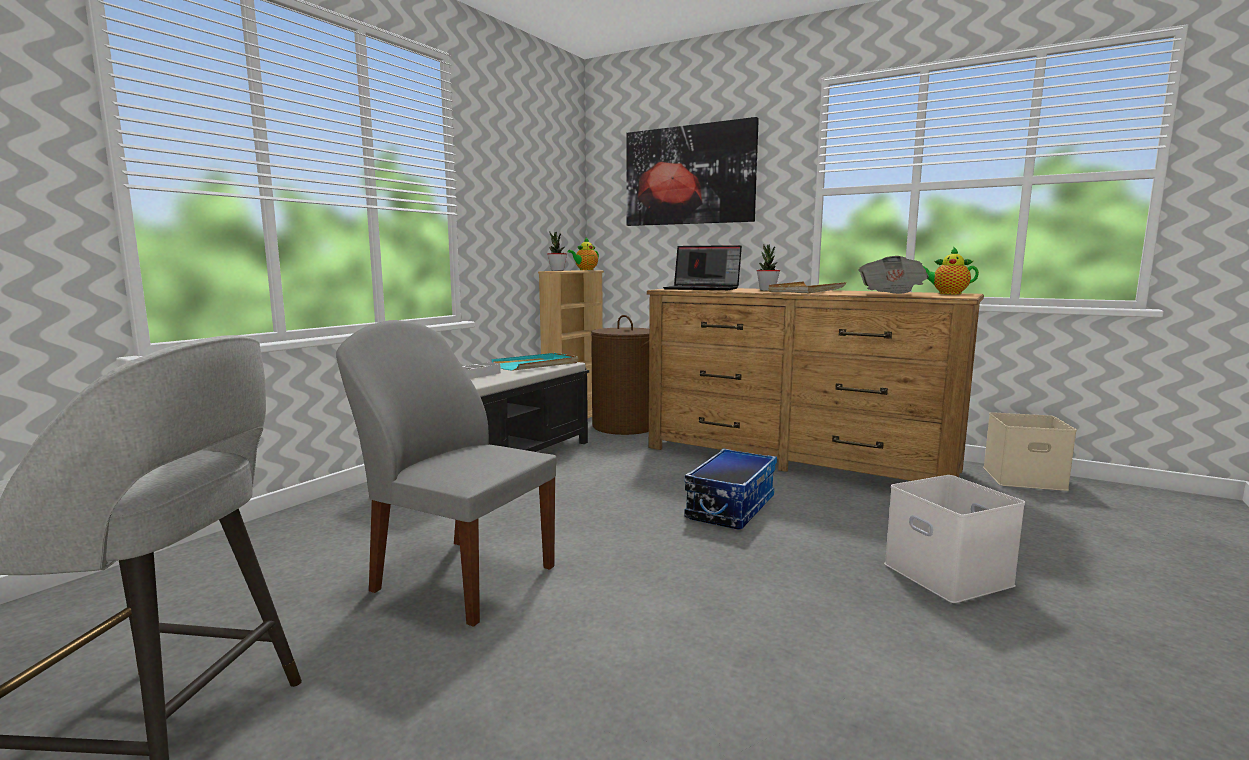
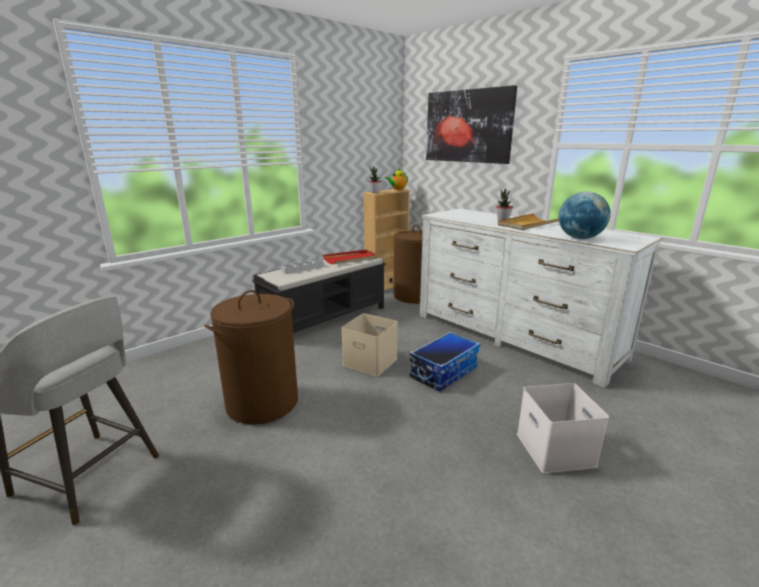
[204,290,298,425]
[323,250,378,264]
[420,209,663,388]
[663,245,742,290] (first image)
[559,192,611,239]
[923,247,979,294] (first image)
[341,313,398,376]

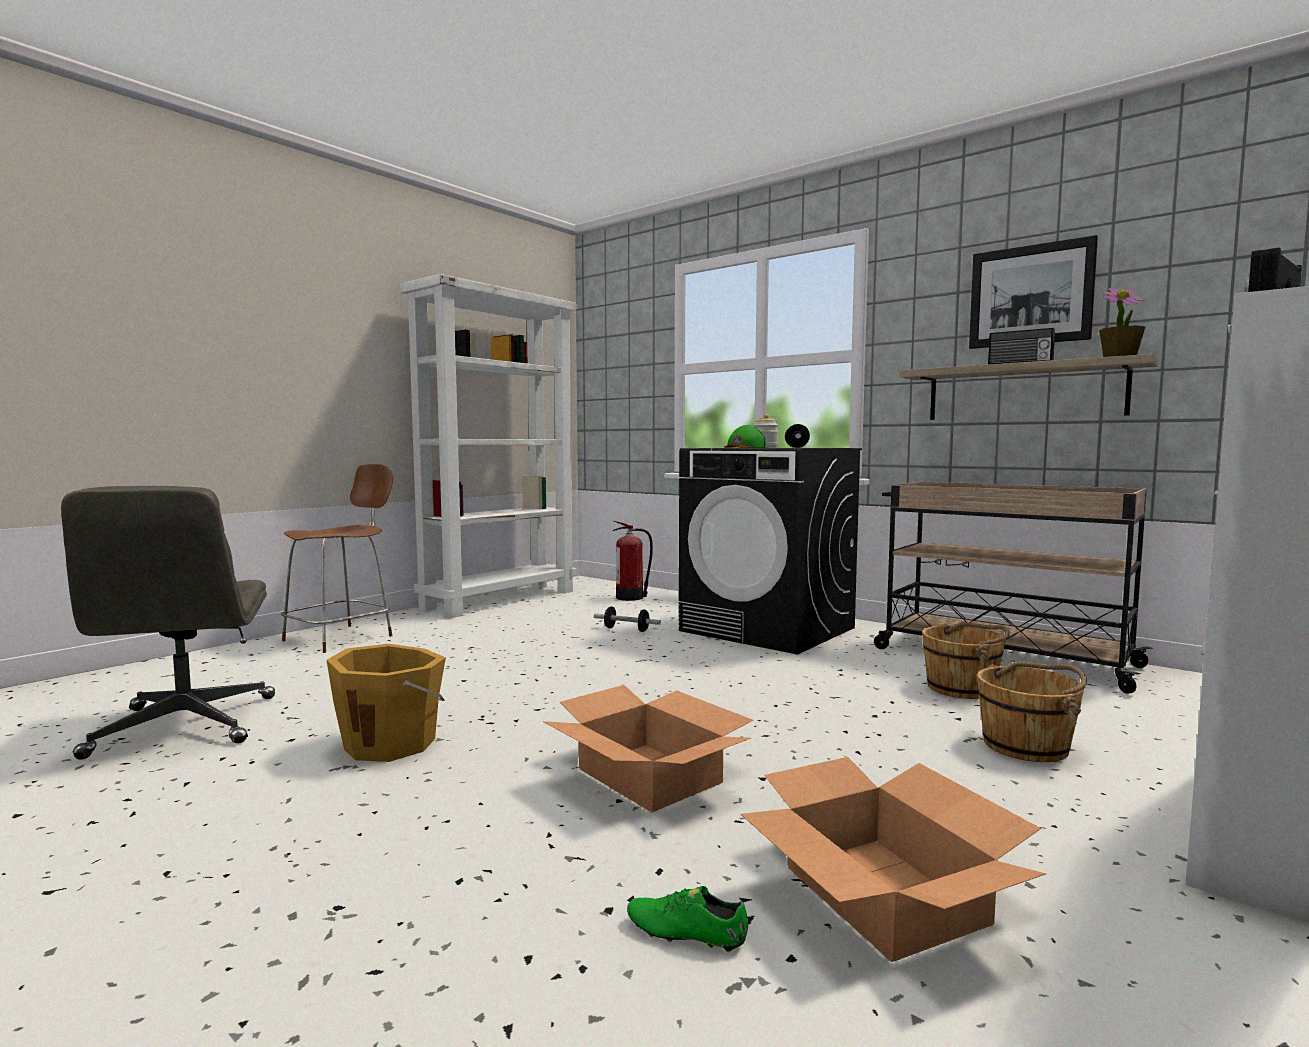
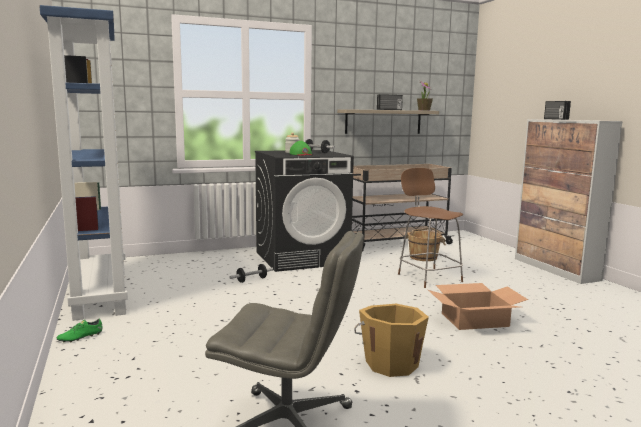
[398,168,463,288]
[39,5,128,321]
[612,521,653,601] (first image)
[57,319,103,343]
[741,757,1046,962] (first image)
[969,235,1098,349] (first image)
[977,662,1087,762] (first image)

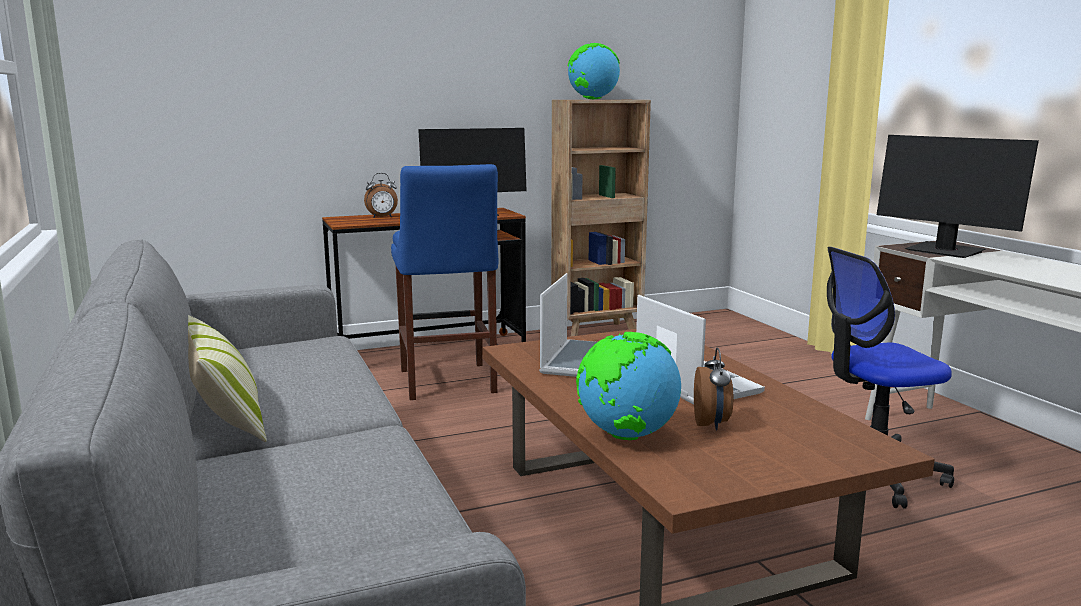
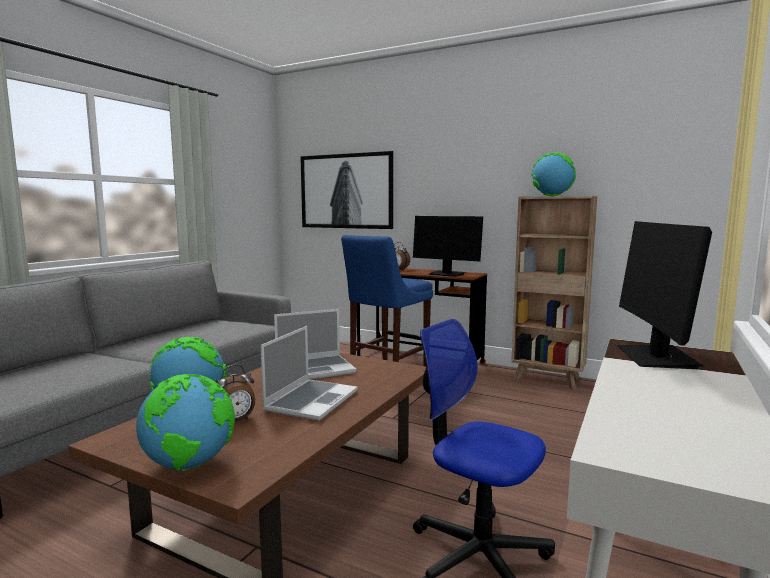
[188,315,267,442] (first image)
[136,374,235,471]
[300,151,393,229]

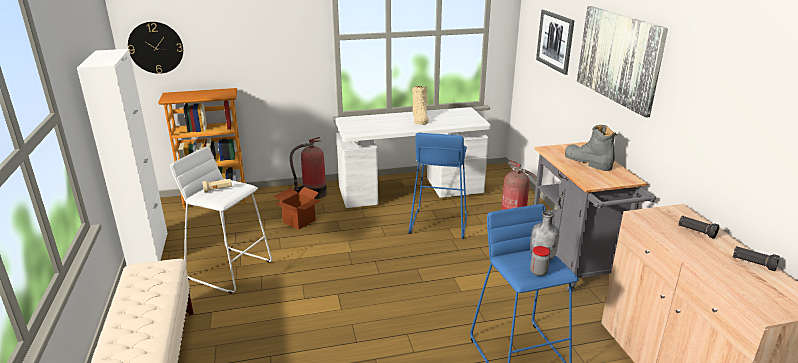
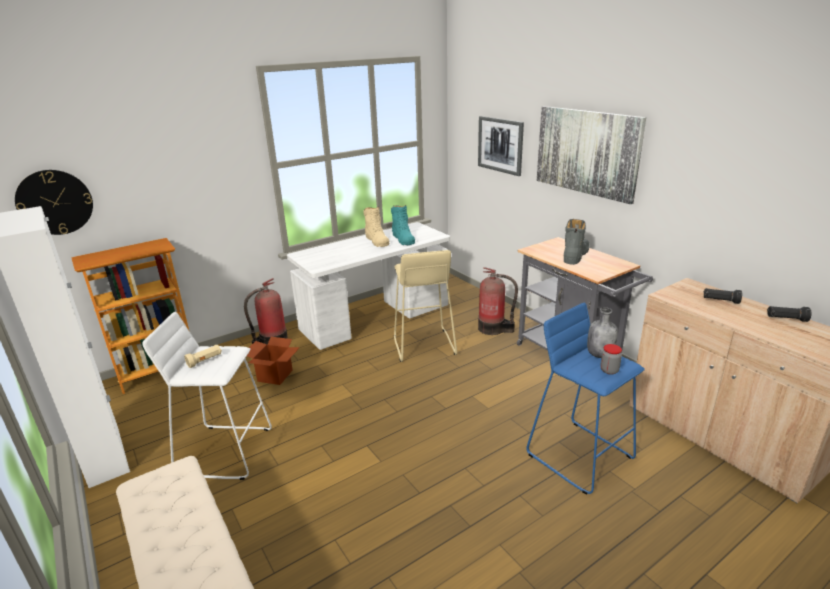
[394,250,457,362]
[564,219,590,265]
[391,205,415,245]

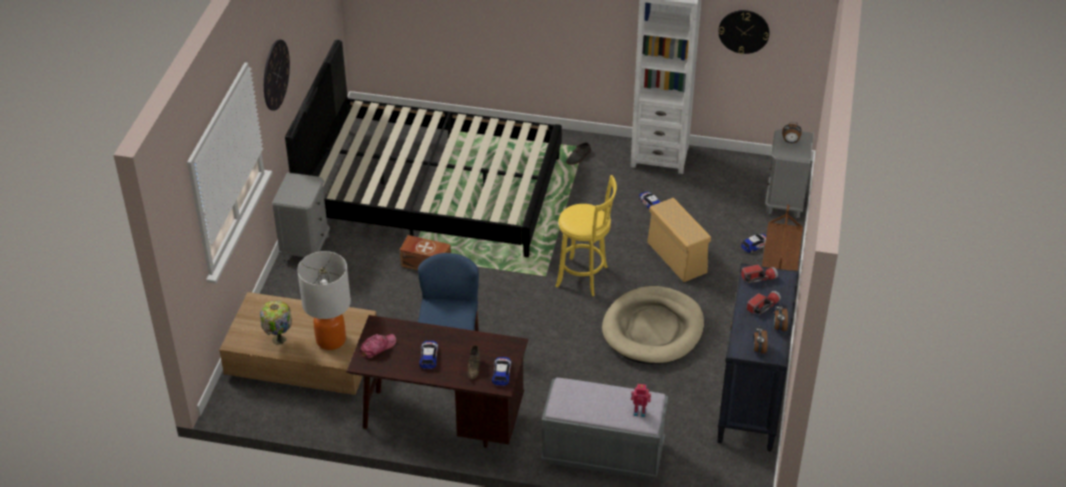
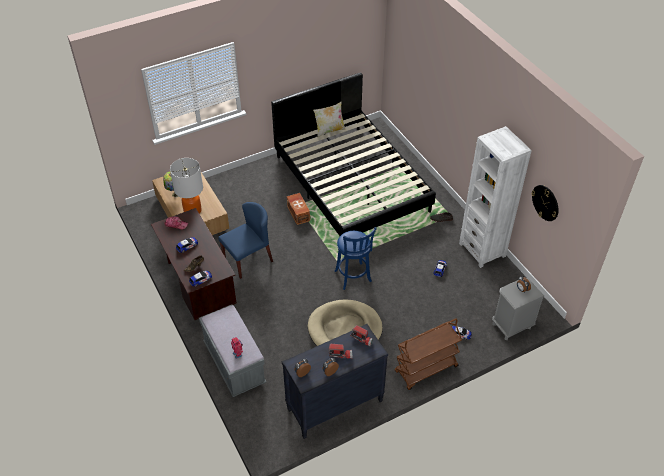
[264,40,290,111] (first image)
[272,172,330,261] (first image)
[334,227,377,290]
[647,198,711,282] (first image)
[313,101,346,137]

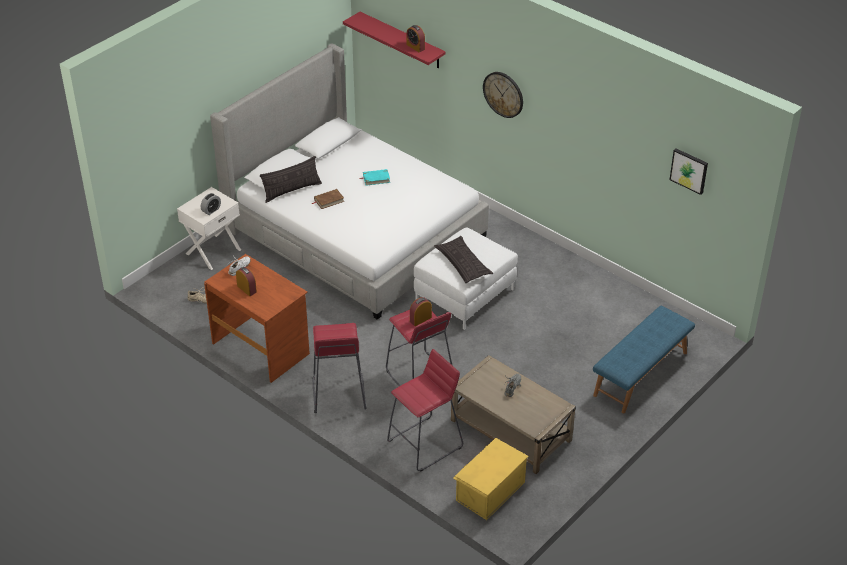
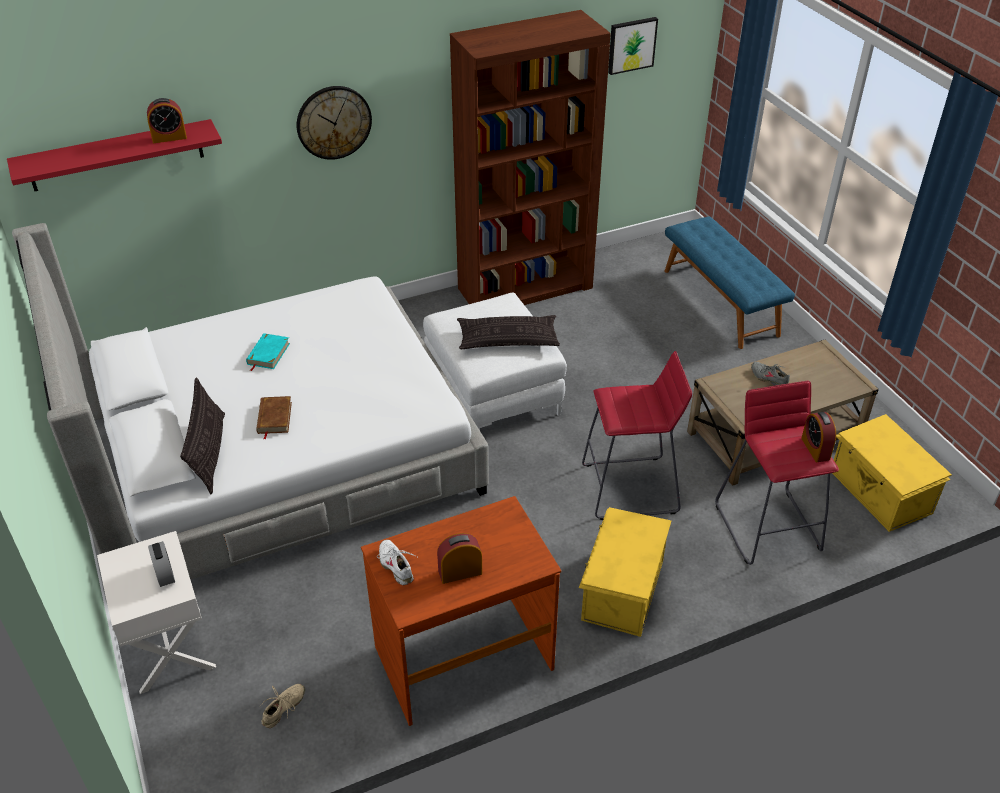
[579,507,671,637]
[801,412,836,462]
[450,10,611,305]

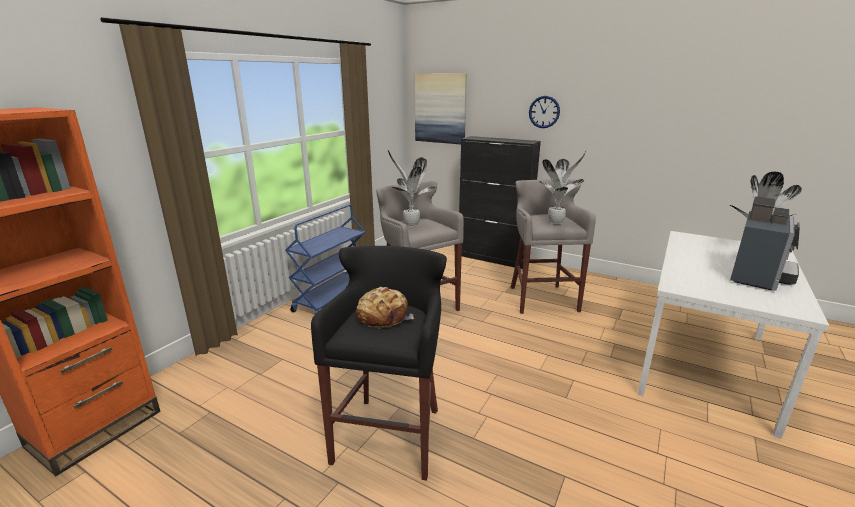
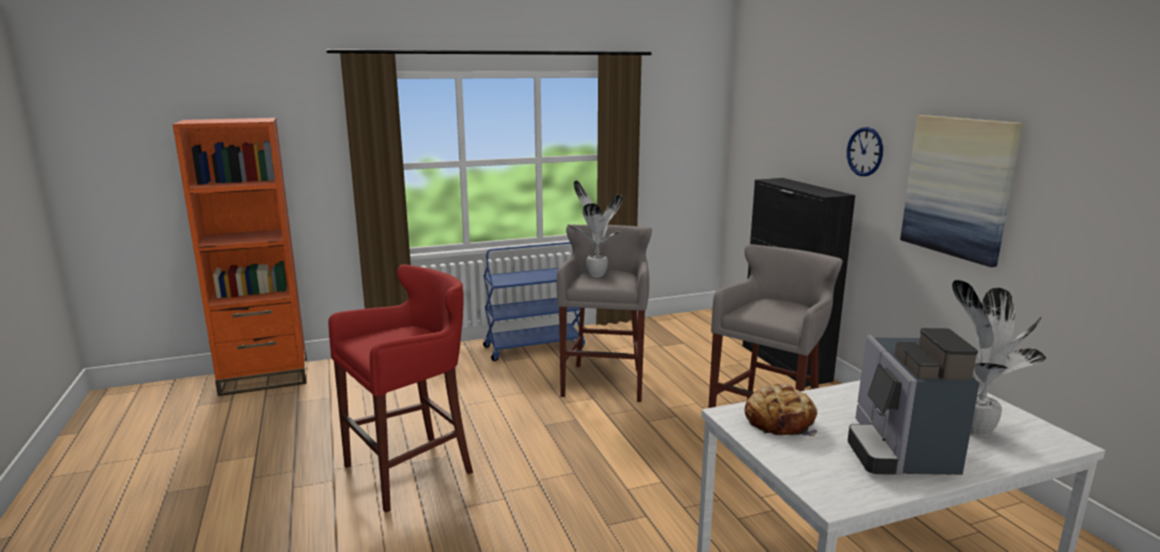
[328,264,473,513]
[745,383,817,437]
[900,115,1023,267]
[539,150,587,225] (first image)
[848,328,980,475]

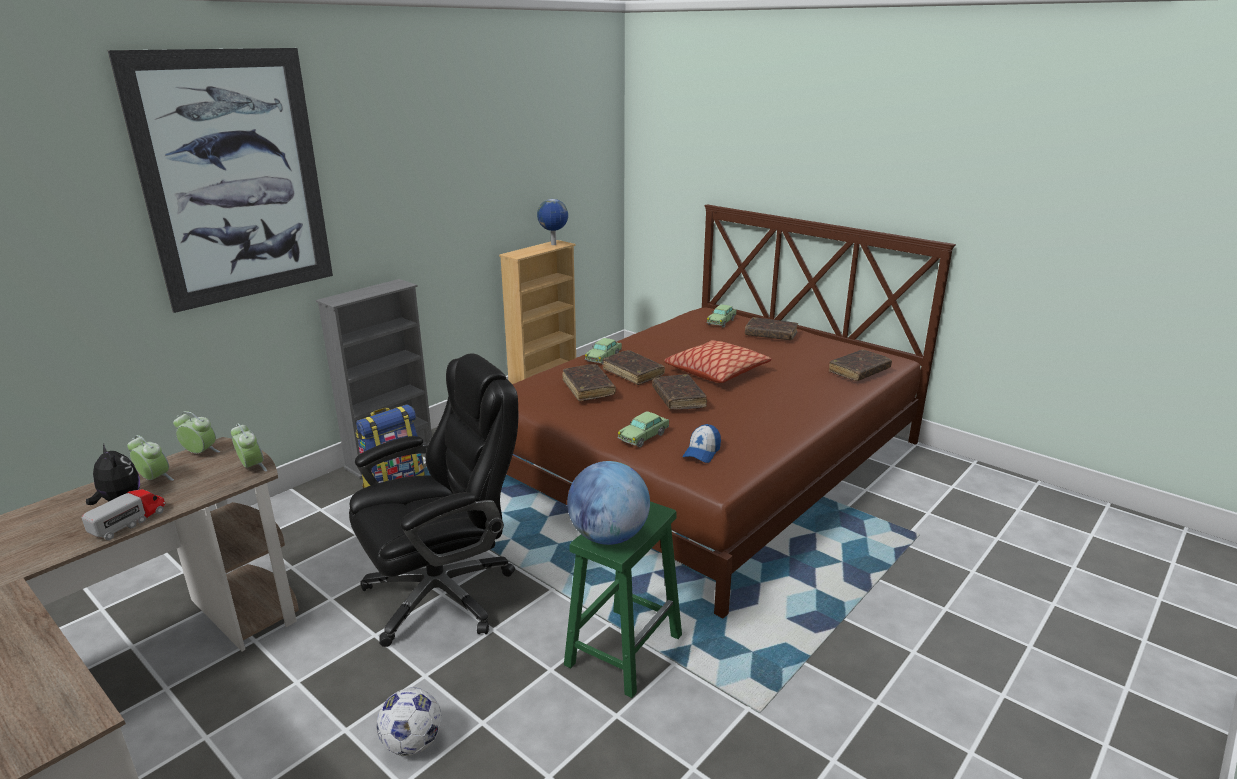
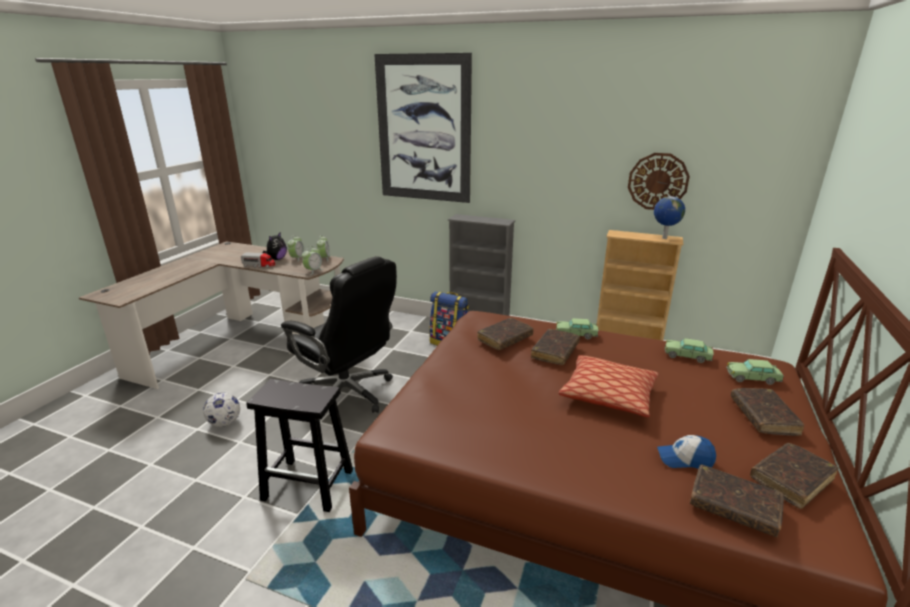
[246,379,353,512]
[567,461,650,545] (first image)
[665,338,714,363]
[750,443,839,509]
[657,435,716,469]
[628,153,690,210]

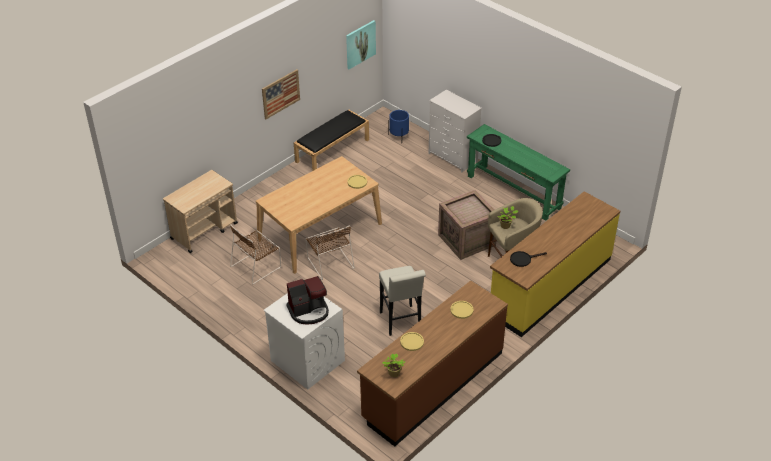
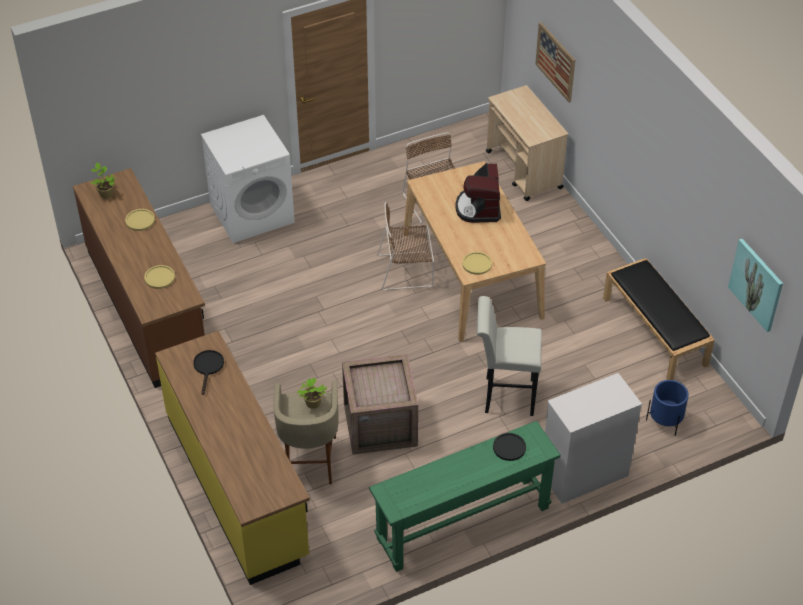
[535,22,575,103]
[455,163,501,223]
[477,296,542,416]

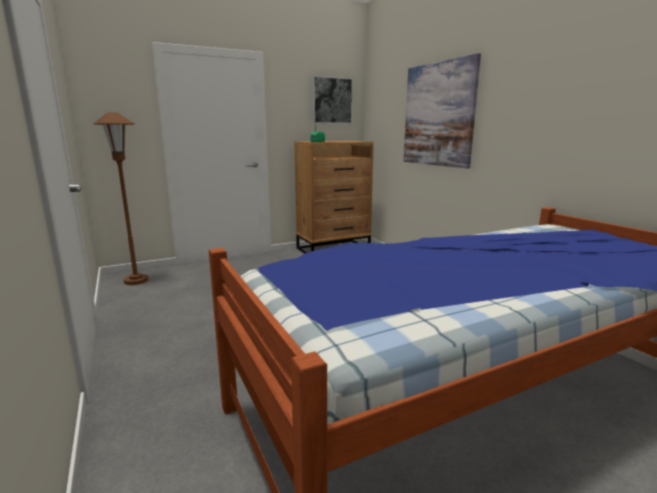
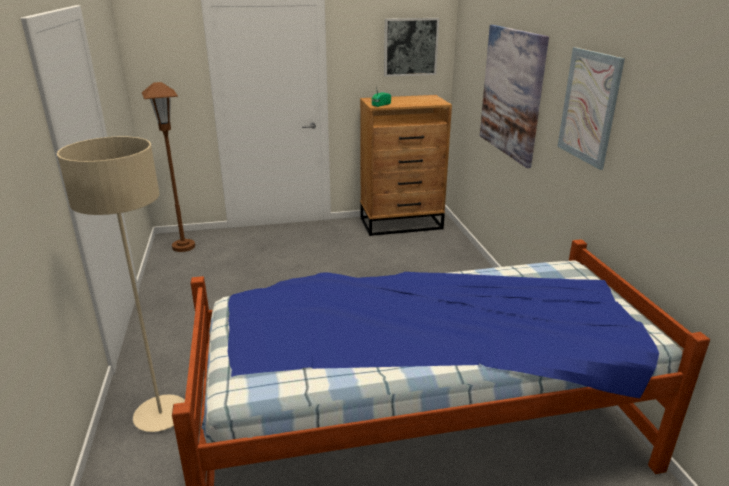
[57,136,185,432]
[557,47,625,170]

